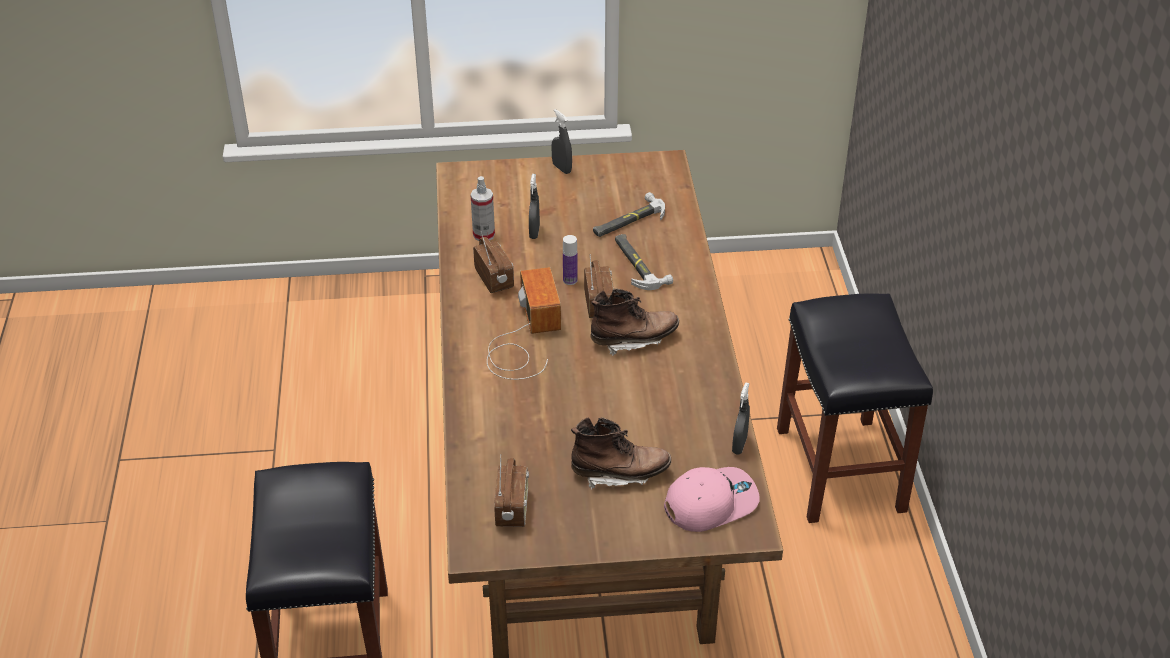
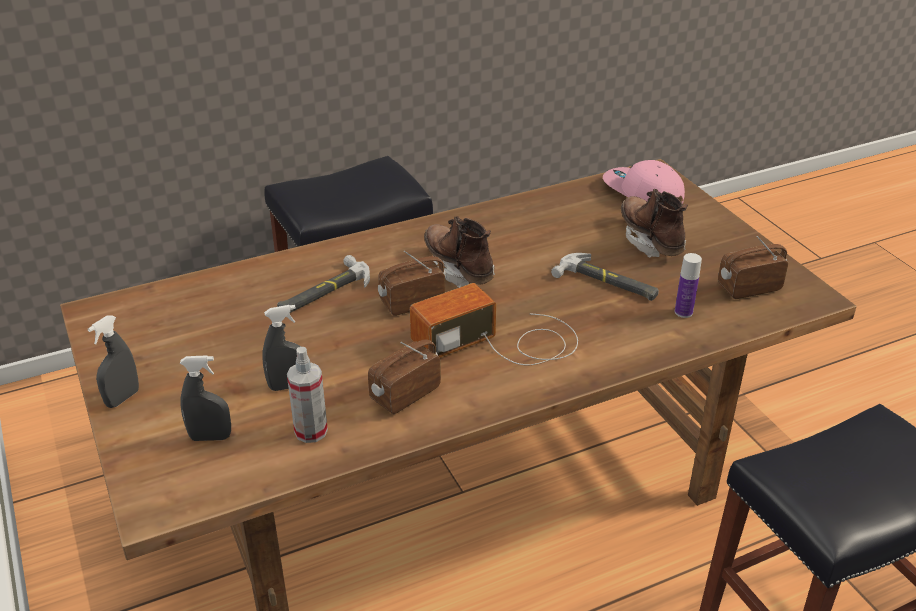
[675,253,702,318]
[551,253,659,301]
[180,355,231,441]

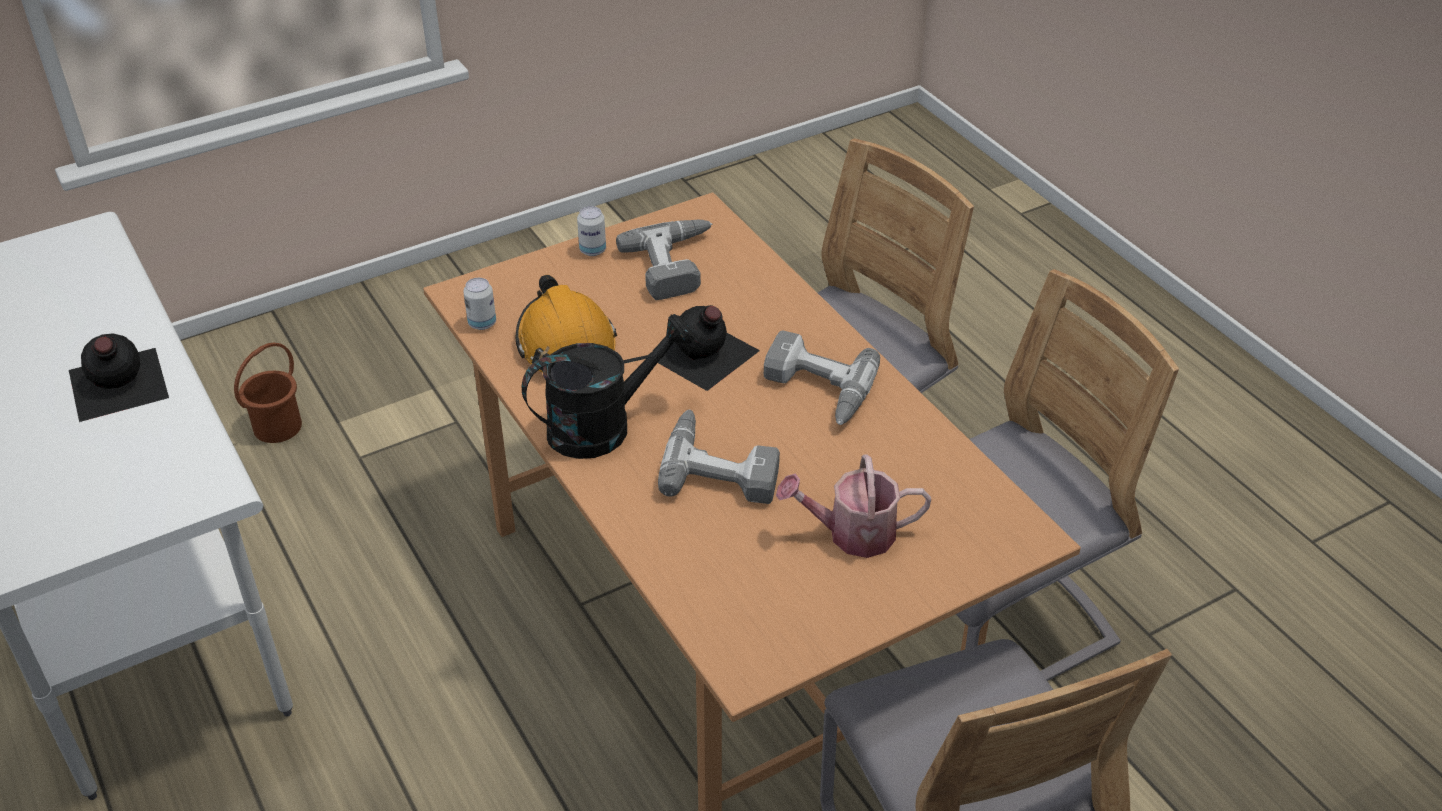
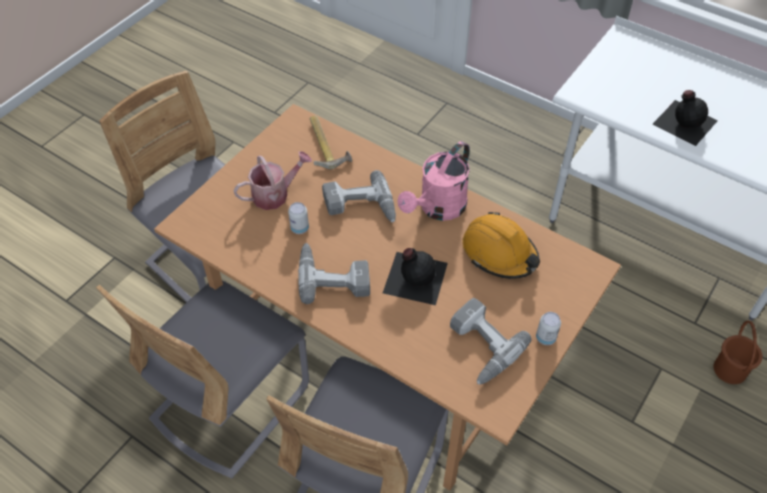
[288,202,309,234]
[398,141,470,221]
[310,116,352,169]

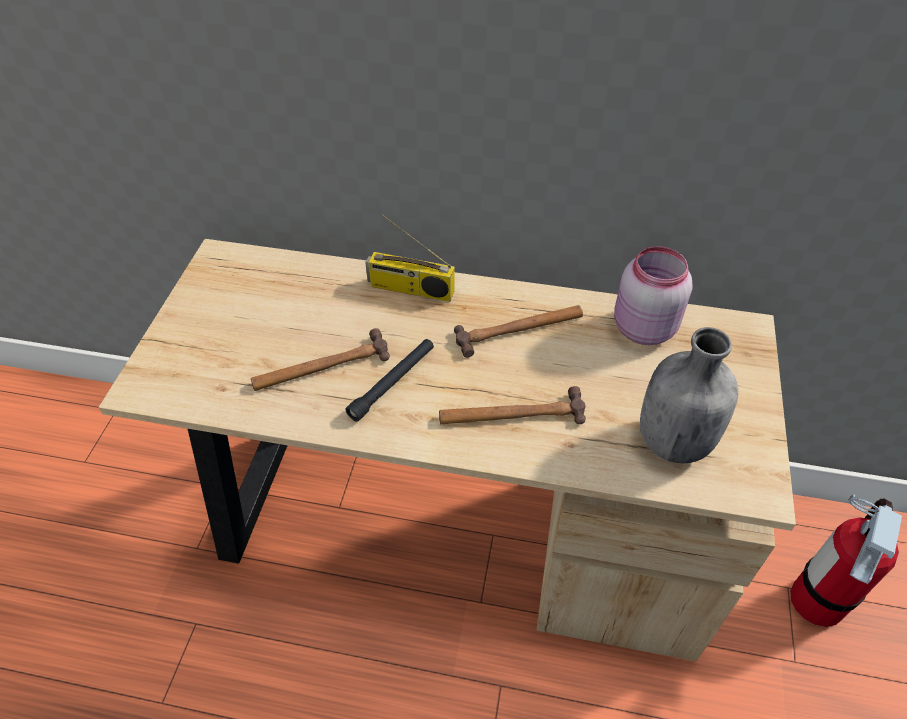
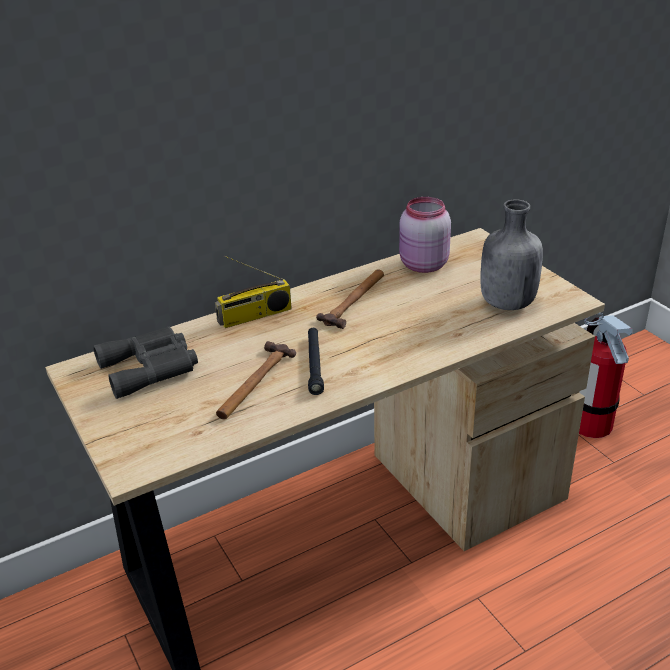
[439,386,586,424] (first image)
[93,327,198,399]

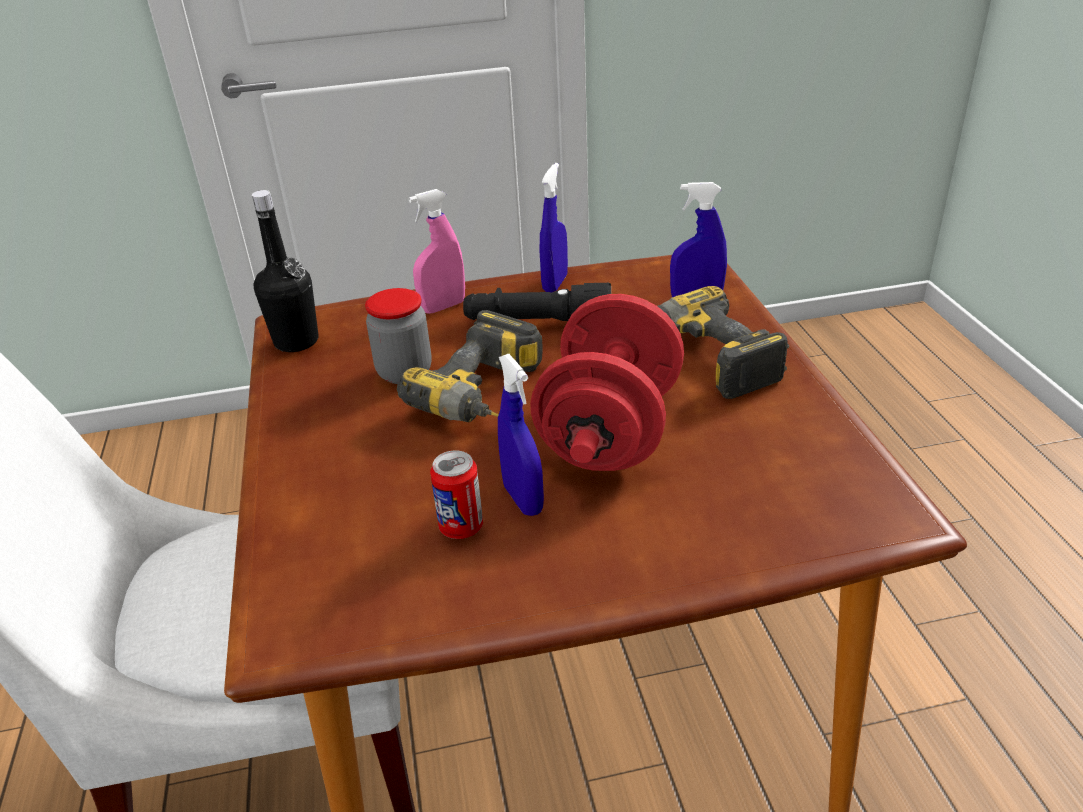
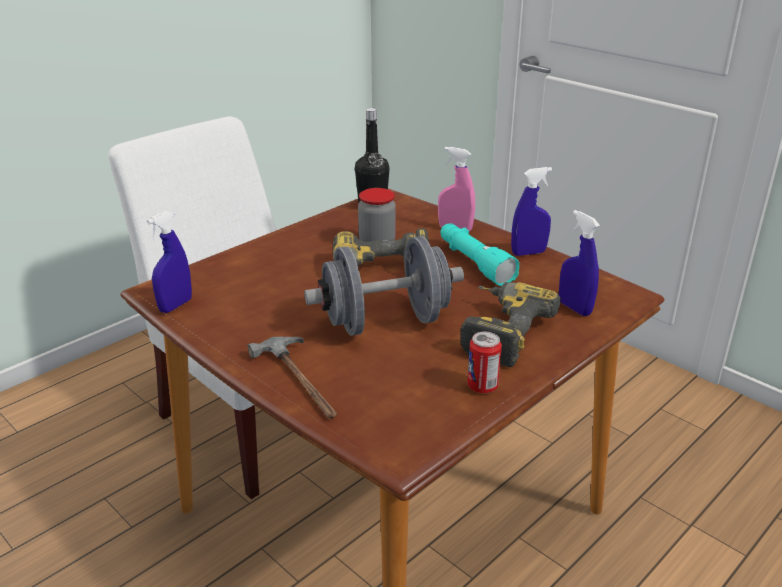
[467,332,502,393]
[440,223,520,286]
[146,211,192,313]
[304,236,464,336]
[247,337,338,419]

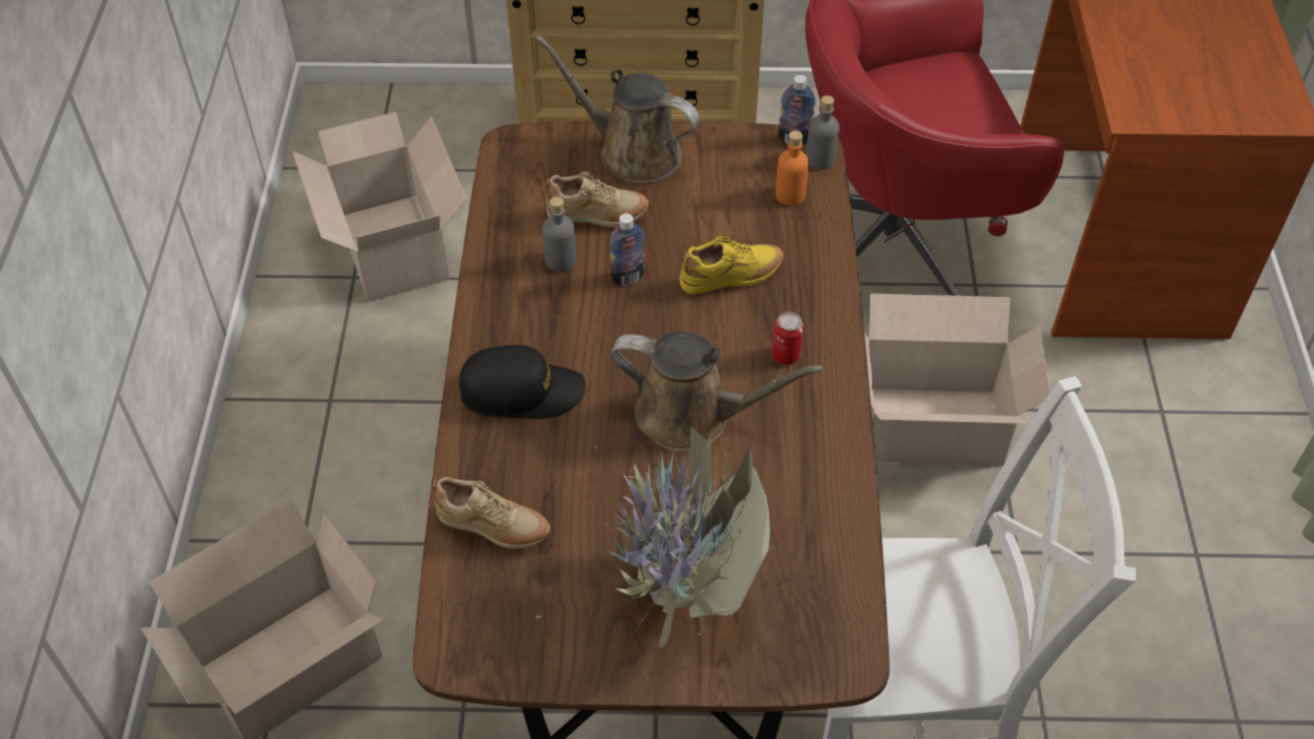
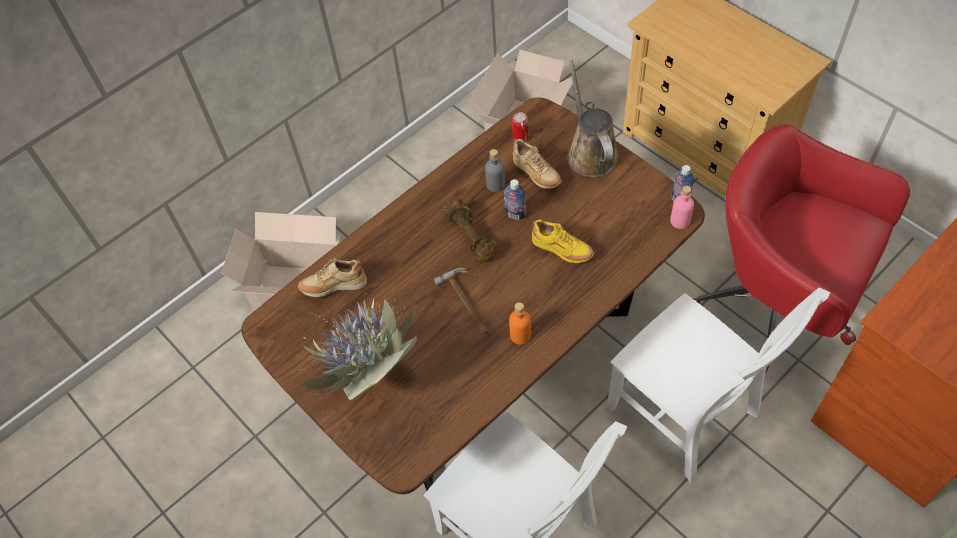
[298,258,367,297]
[459,345,586,419] (first image)
[434,268,489,334]
[512,112,529,141]
[509,302,531,345]
[670,186,694,229]
[607,288,830,483]
[444,199,497,262]

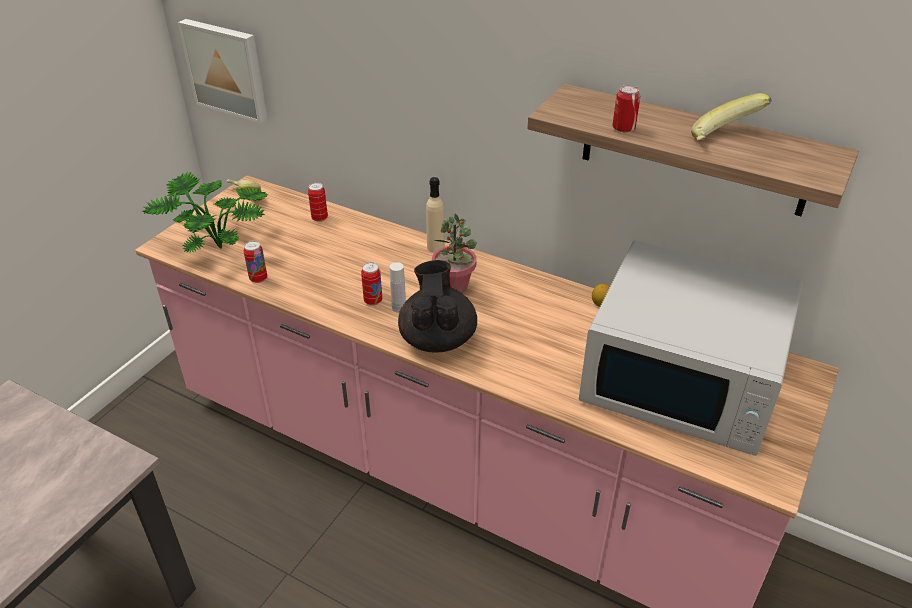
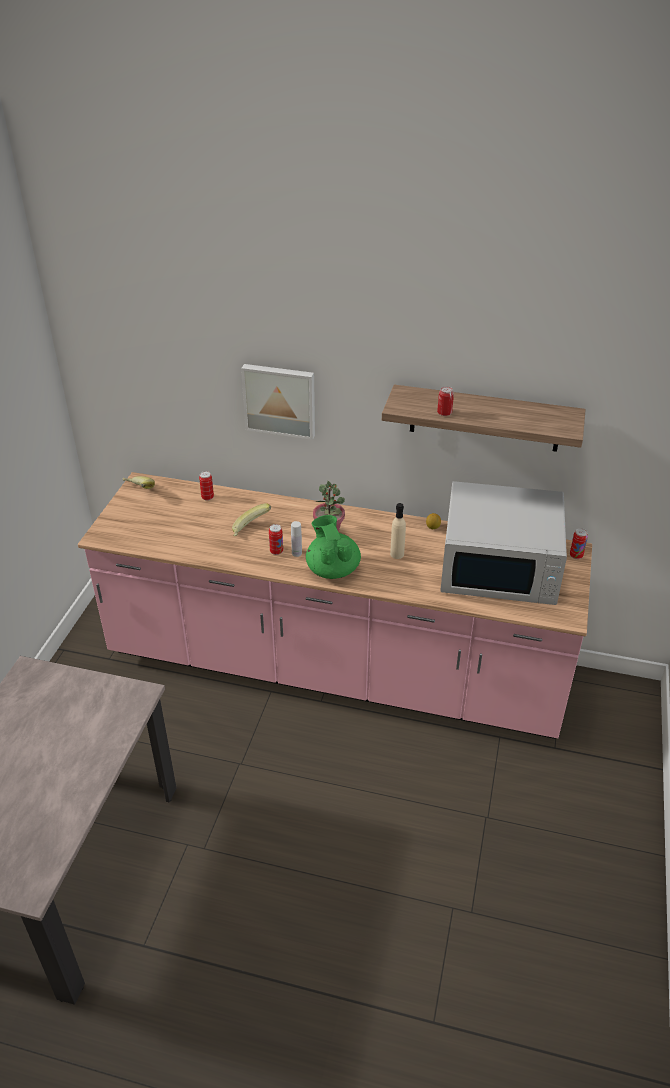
[142,171,267,252] (first image)
[241,364,315,440]
[570,528,588,559]
[306,515,361,579]
[390,503,406,559]
[232,503,271,536]

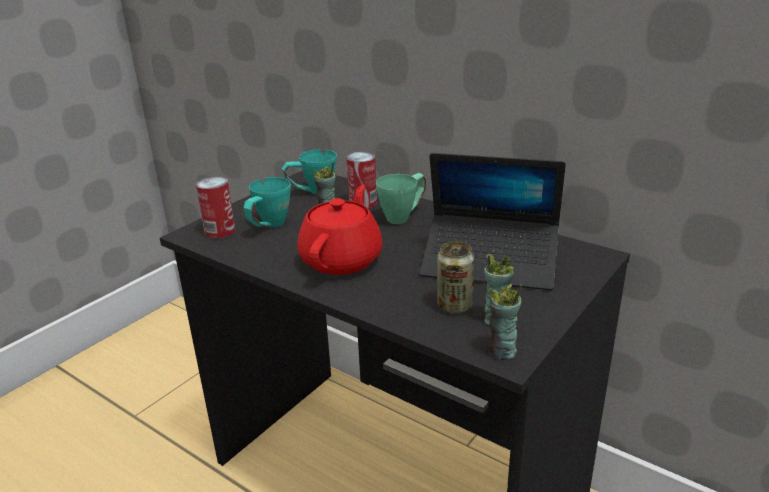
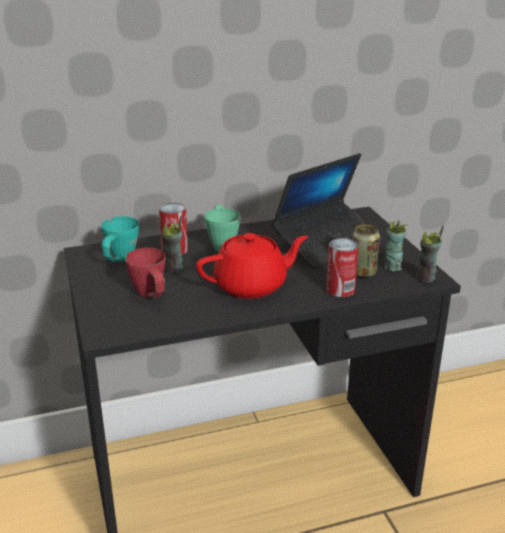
[326,238,359,297]
[125,248,166,298]
[196,233,308,299]

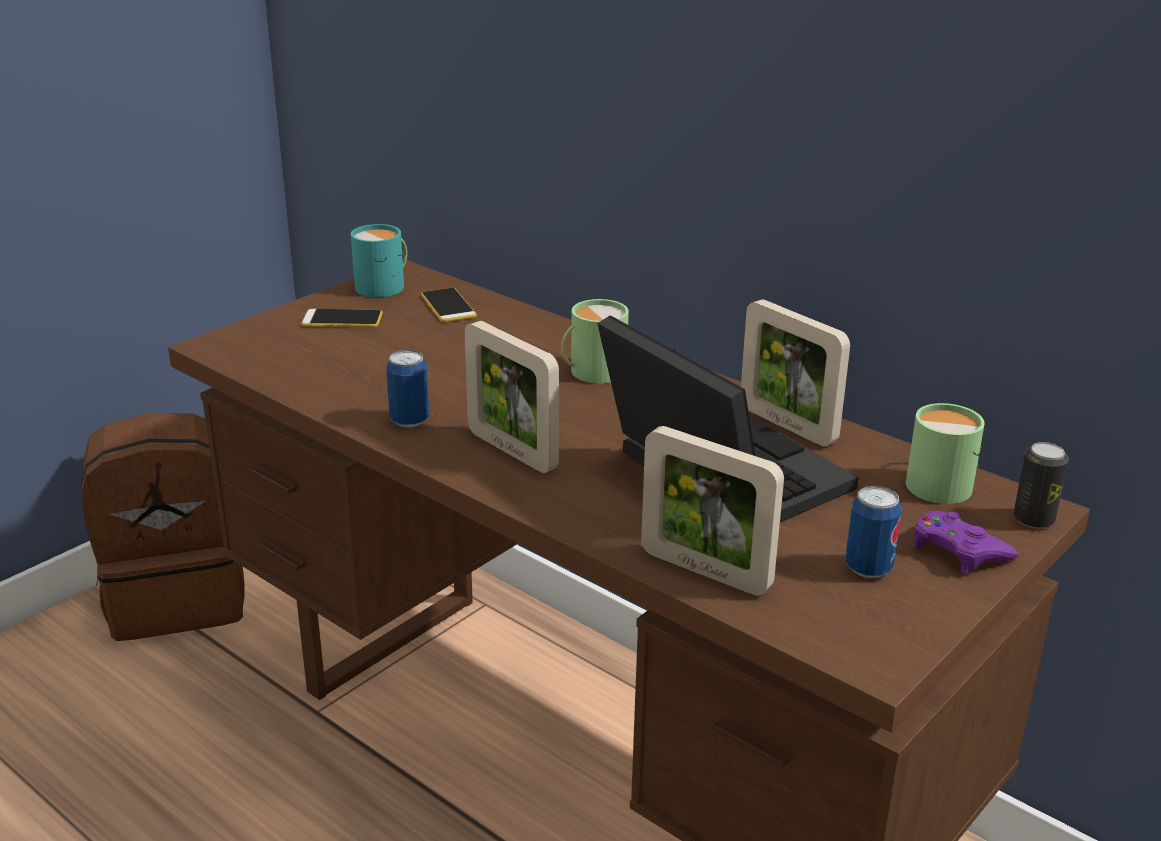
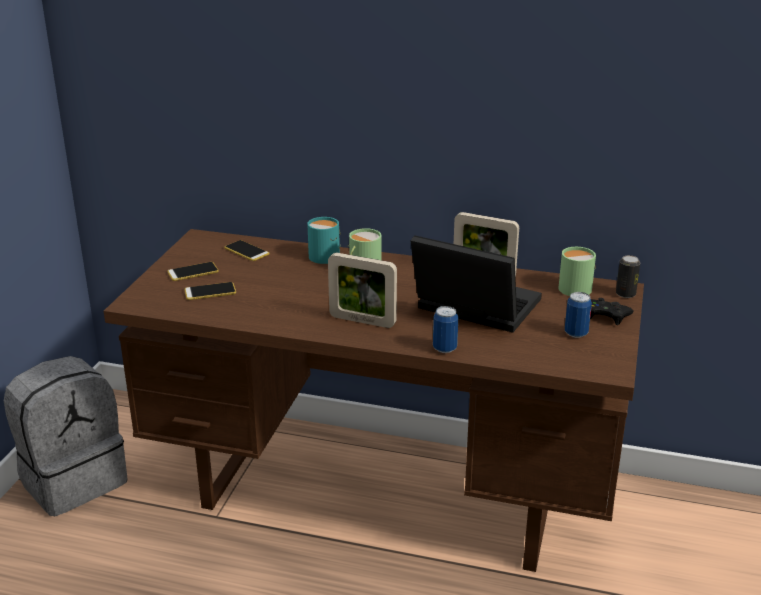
[4,356,128,516]
[307,217,341,264]
[433,306,458,353]
[641,426,784,596] (first image)
[590,298,633,325]
[184,282,236,300]

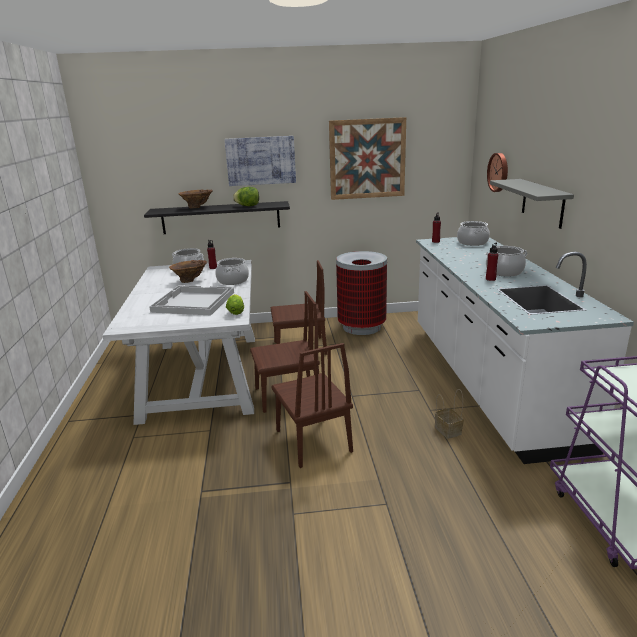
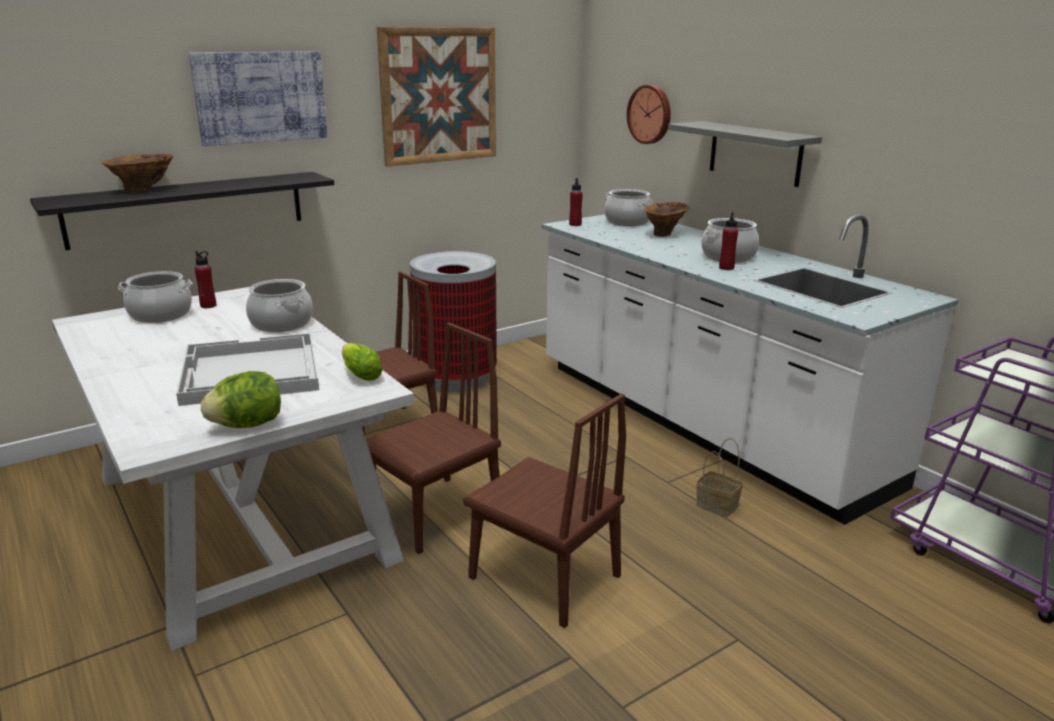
[644,202,690,237]
[201,371,281,428]

